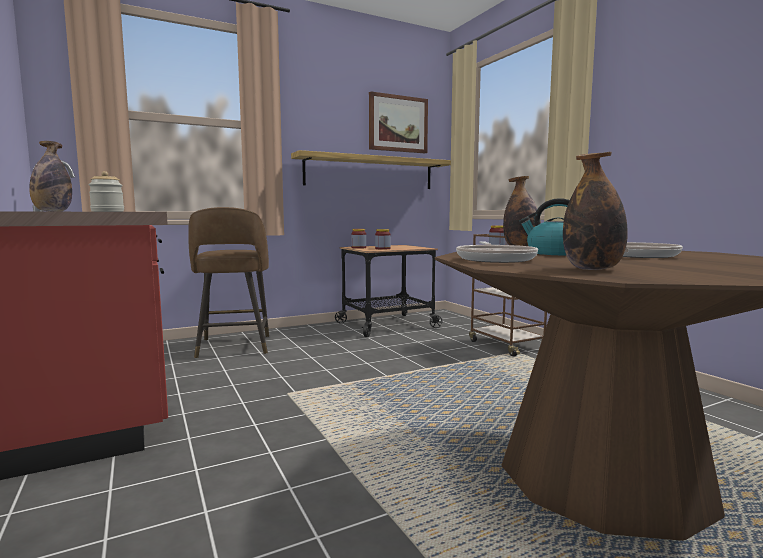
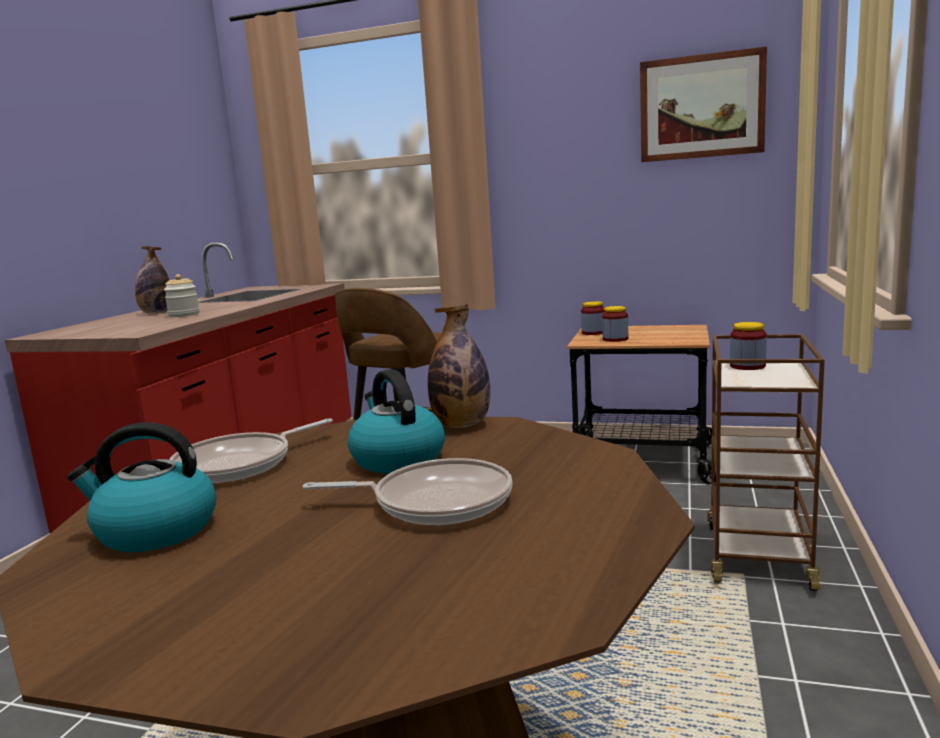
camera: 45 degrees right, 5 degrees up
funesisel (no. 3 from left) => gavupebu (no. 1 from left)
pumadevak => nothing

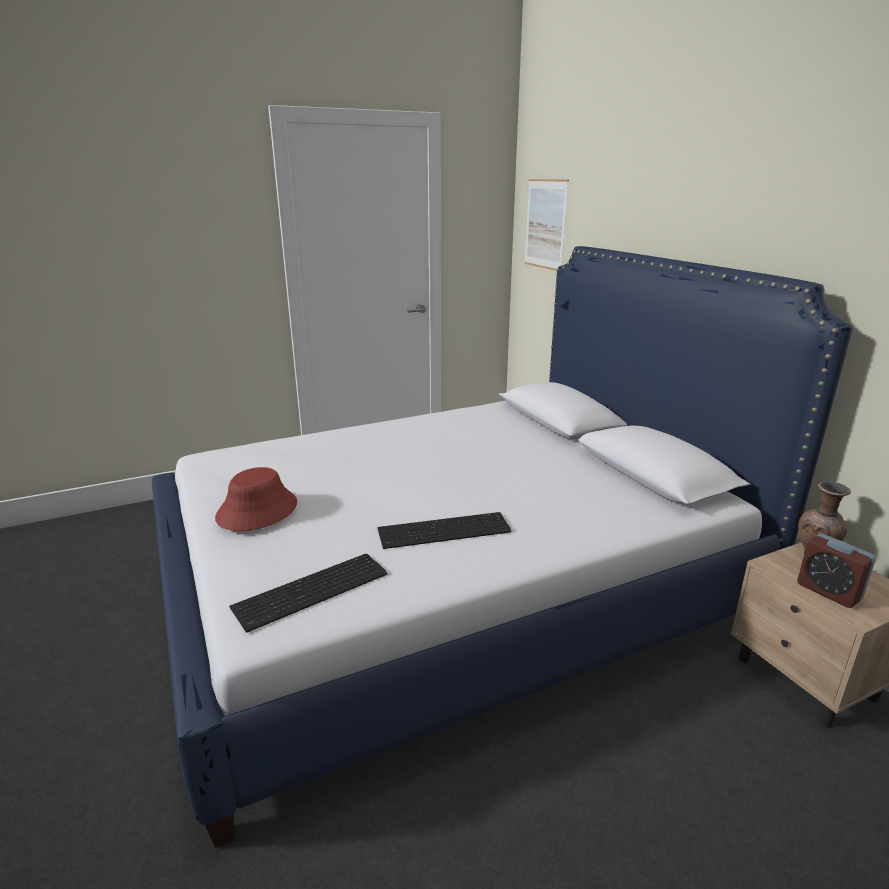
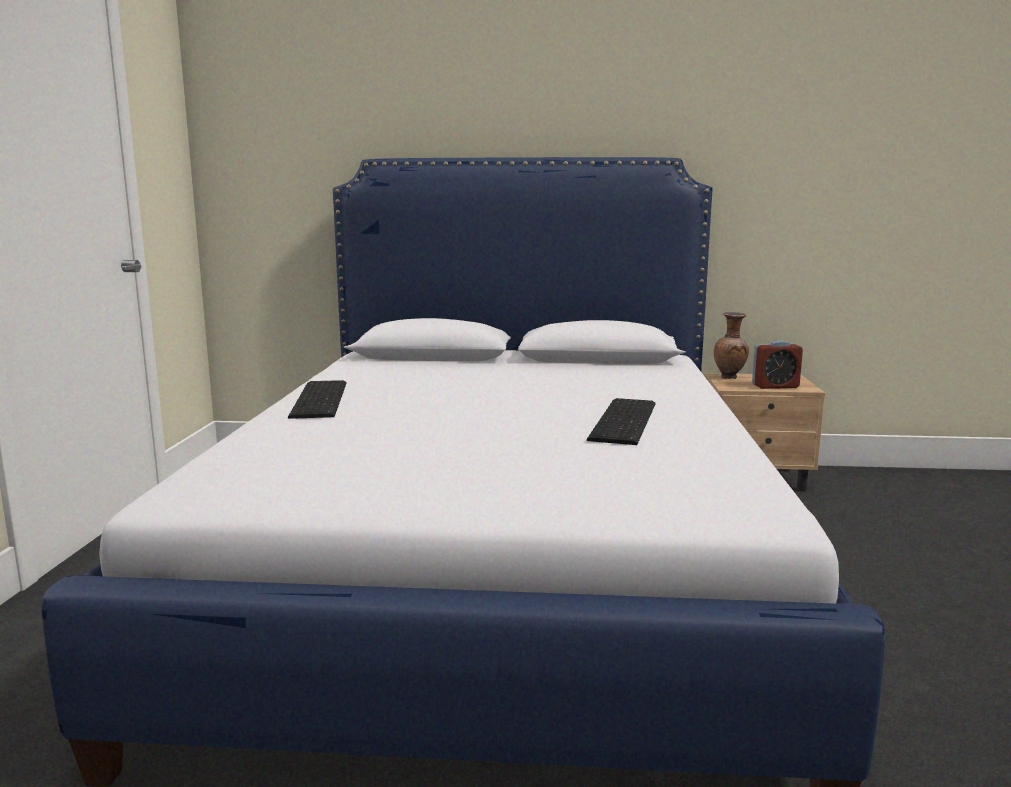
camera: 60 degrees left, 10 degrees down
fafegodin (no. 1 from left), relocated
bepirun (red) => nothing
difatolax => nothing

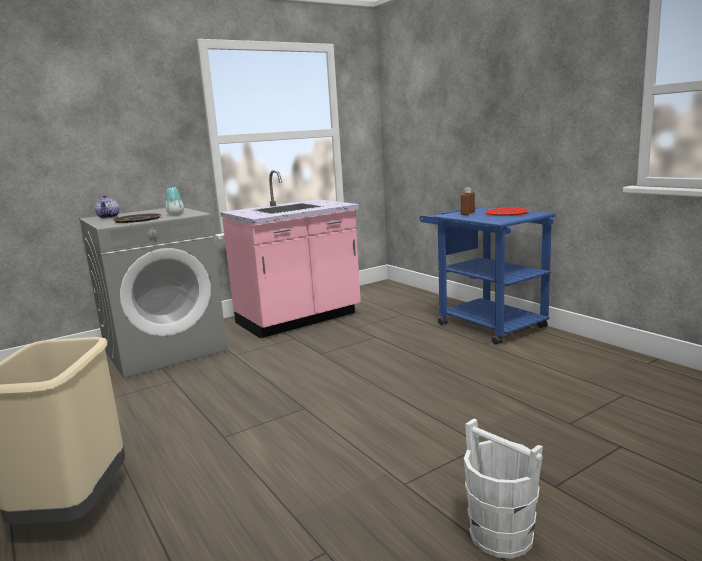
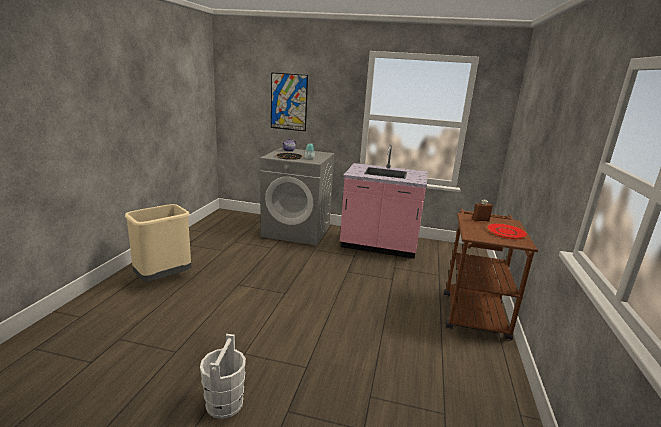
camera: 45 degrees right, 5 degrees up
nothing => difatolax
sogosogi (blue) => sogosogi (brown)

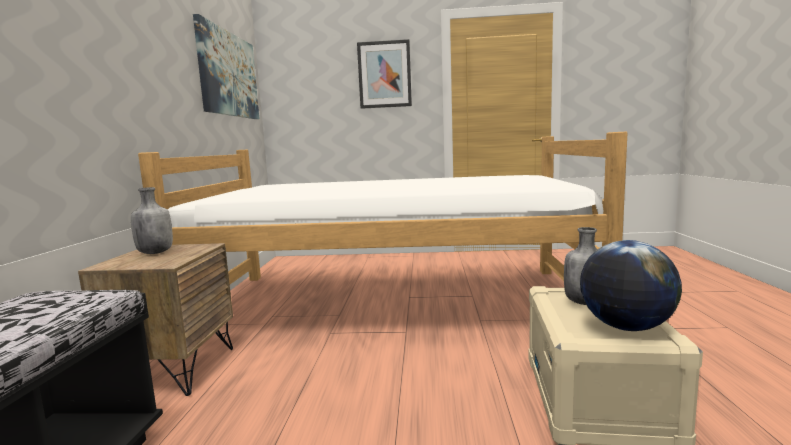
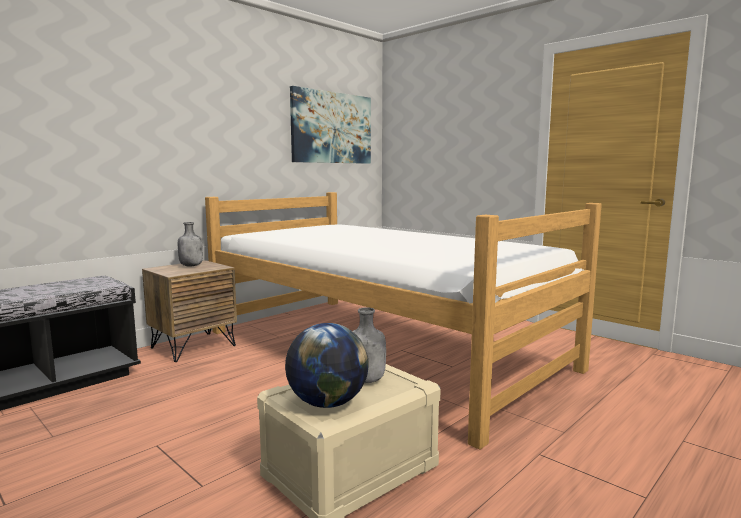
camera: 40 degrees right, 0 degrees up
difatolax (no. 2 from left) => nothing

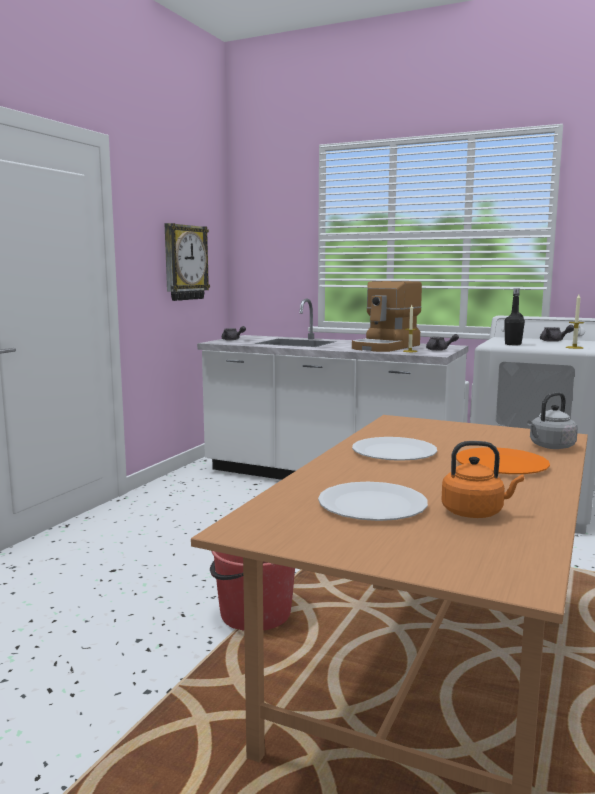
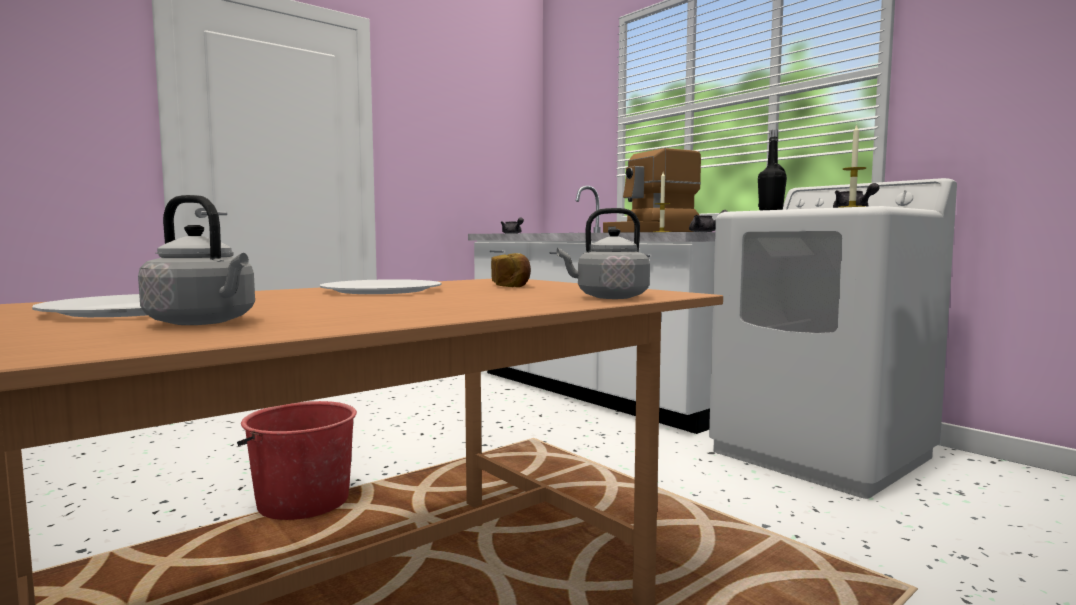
camera: 25 degrees right, 5 degrees down
gavupebu (orange) => gavupebu (grey) (no. 1 from left)
nothing => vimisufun
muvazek => nothing
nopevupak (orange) => nothing

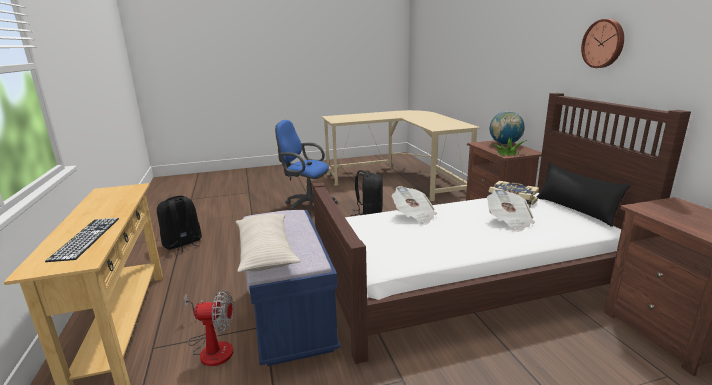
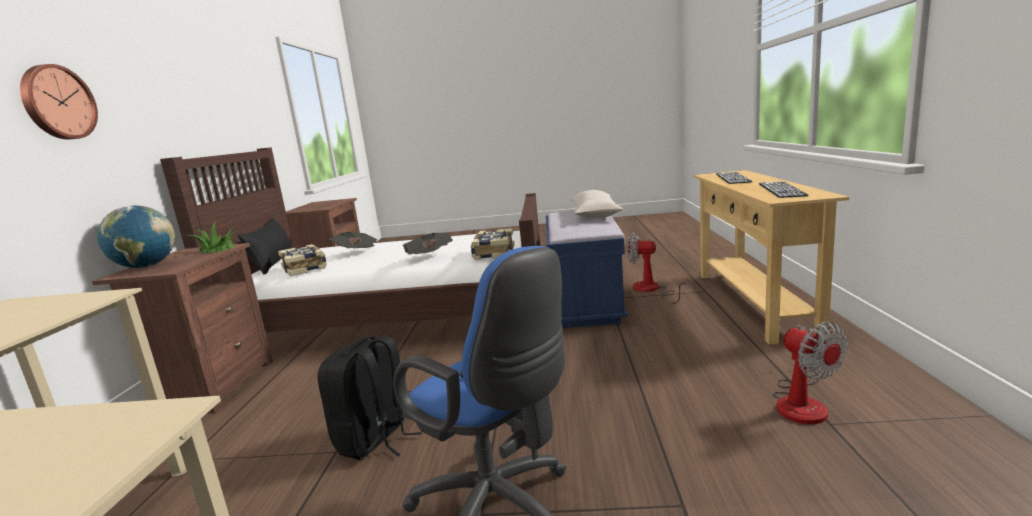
camera: 160 degrees left, 5 degrees down
muvazek, relocated
nothing => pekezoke (no. 2 from left)
nothing => fafegodin (no. 2 from left)
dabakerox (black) (no. 1 from left) => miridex (no. 2 from left)

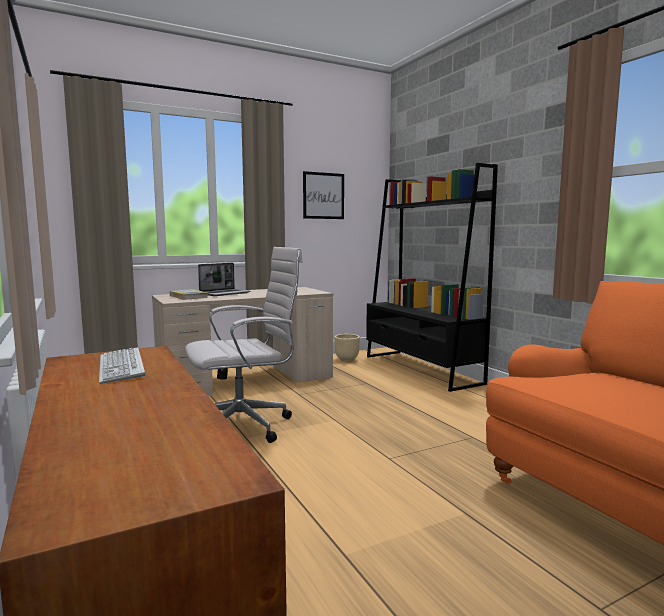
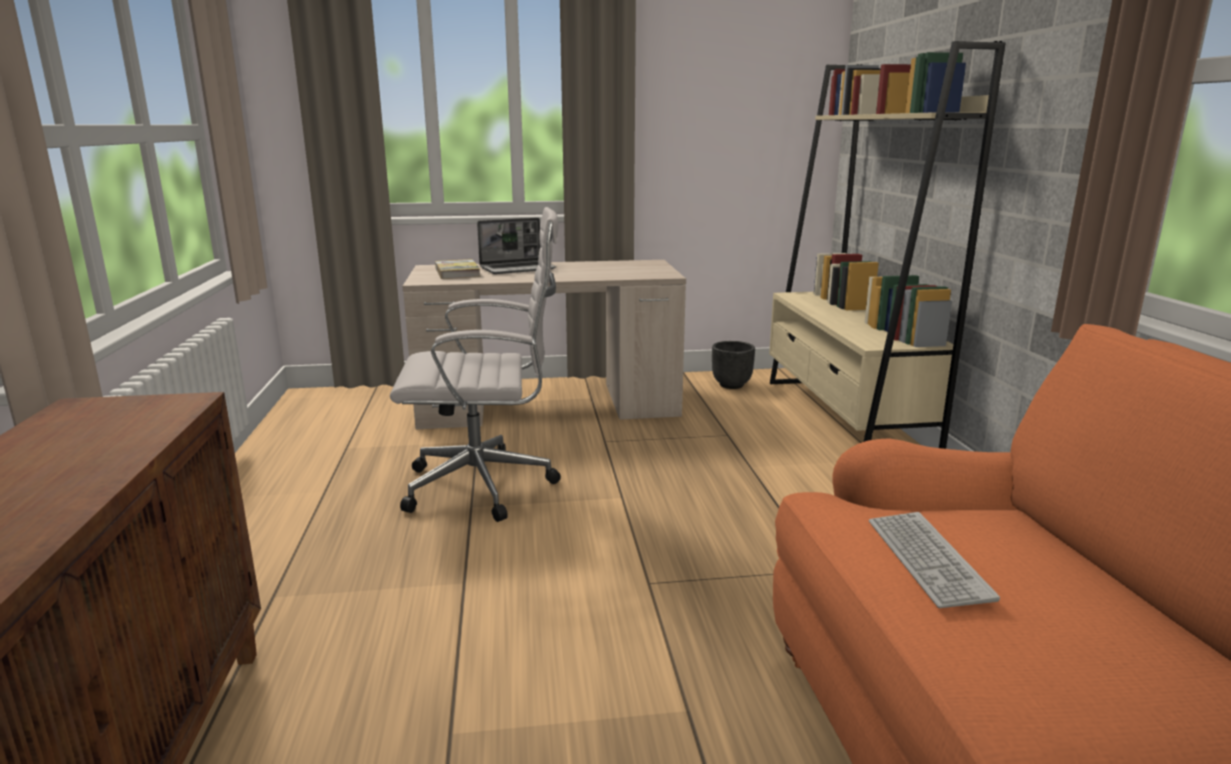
camera: 20 degrees right, 10 degrees up
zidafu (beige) => zidafu (black)
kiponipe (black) => kiponipe (beige)
fafegodin, relocated
difatolax => nothing

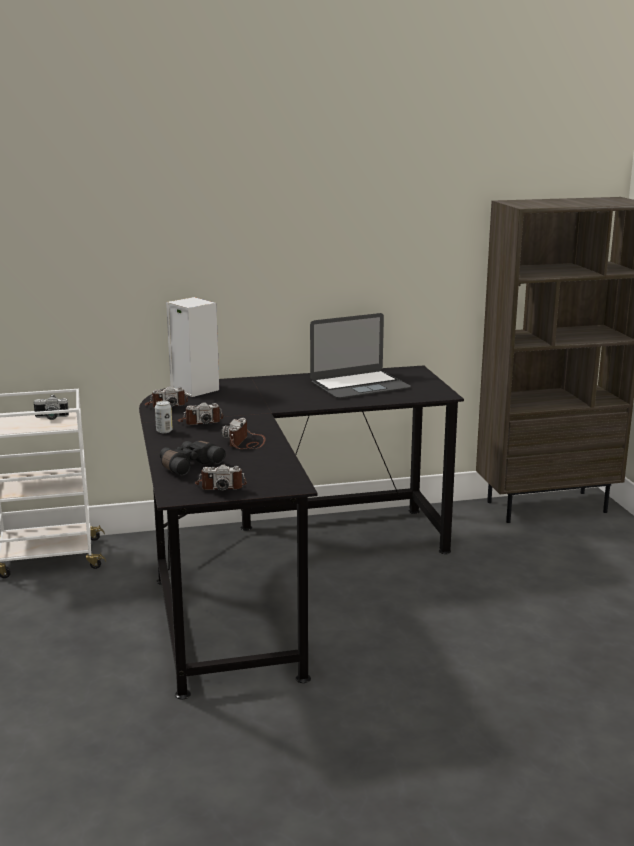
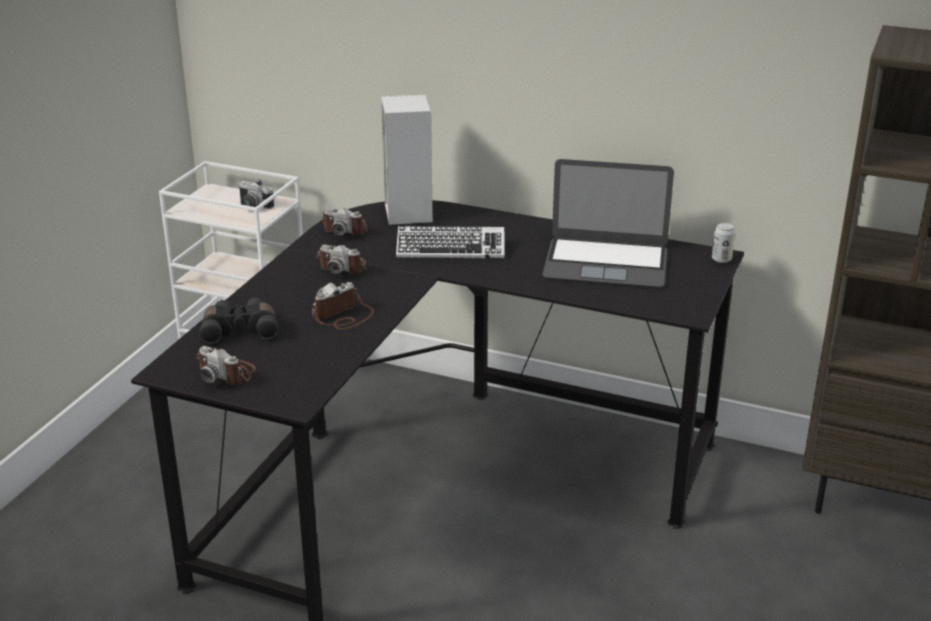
camera: 35 degrees right, 10 degrees up
nothing => fafegodin
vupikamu, relocated

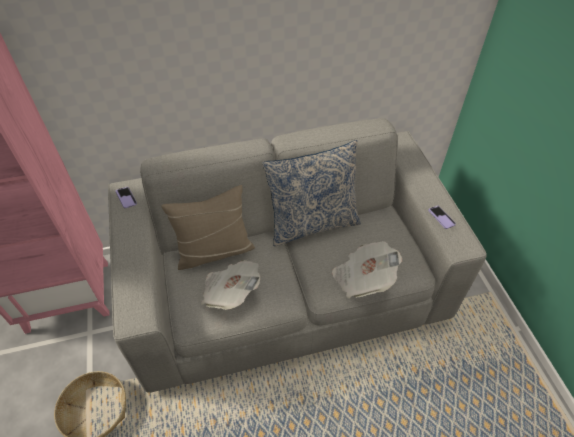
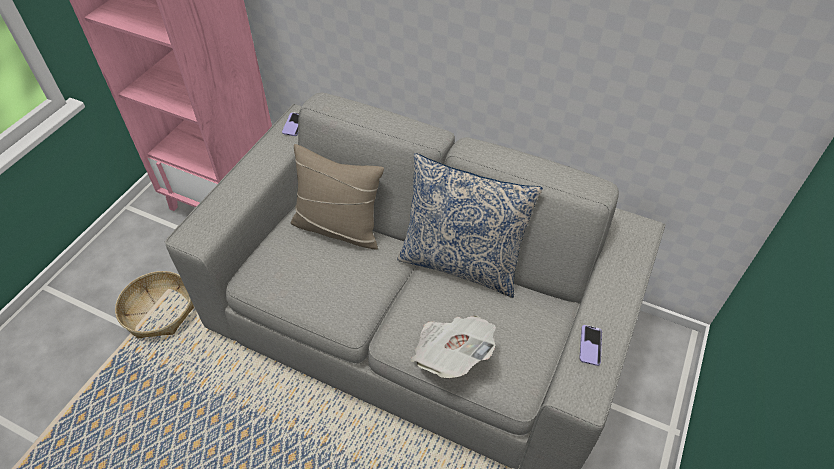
camera: 40 degrees right, 0 degrees up
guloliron (no. 1 from left) => nothing

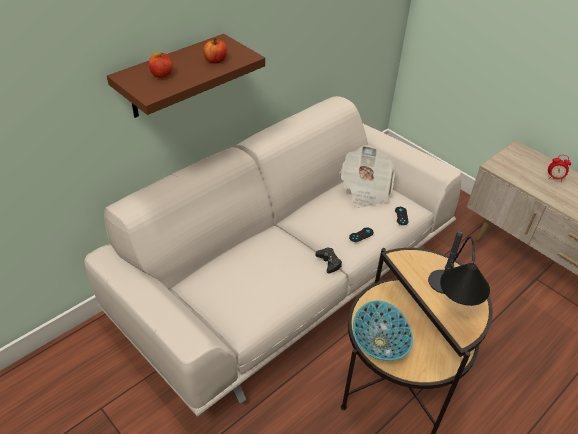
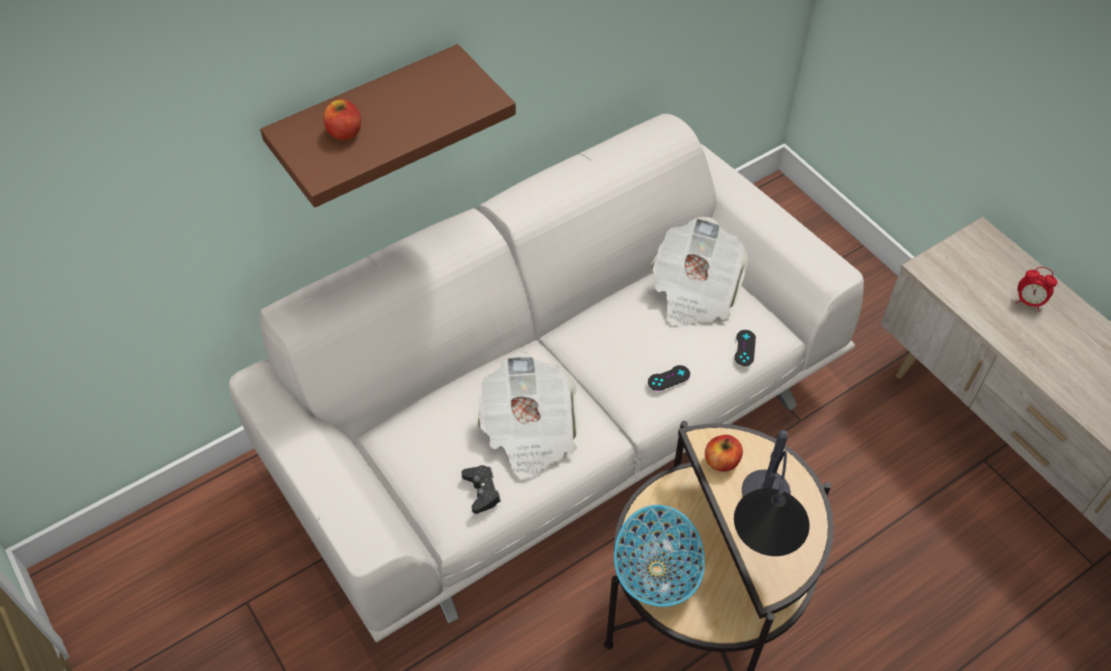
camera: 10 degrees right, 10 degrees up
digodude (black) (no. 1 from left), relocated
nothing => guloliron (no. 1 from left)
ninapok (no. 2 from left), relocated

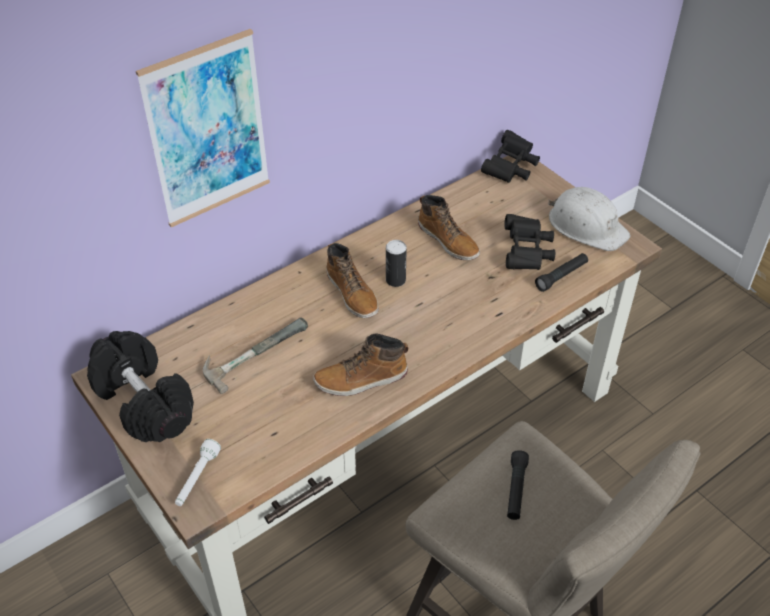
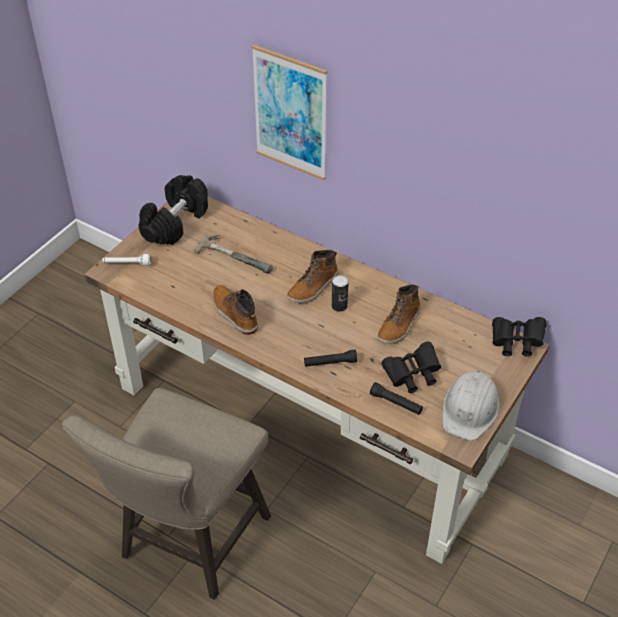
camera: 70 degrees right, 0 degrees up
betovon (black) (no. 1 from left), relocated

